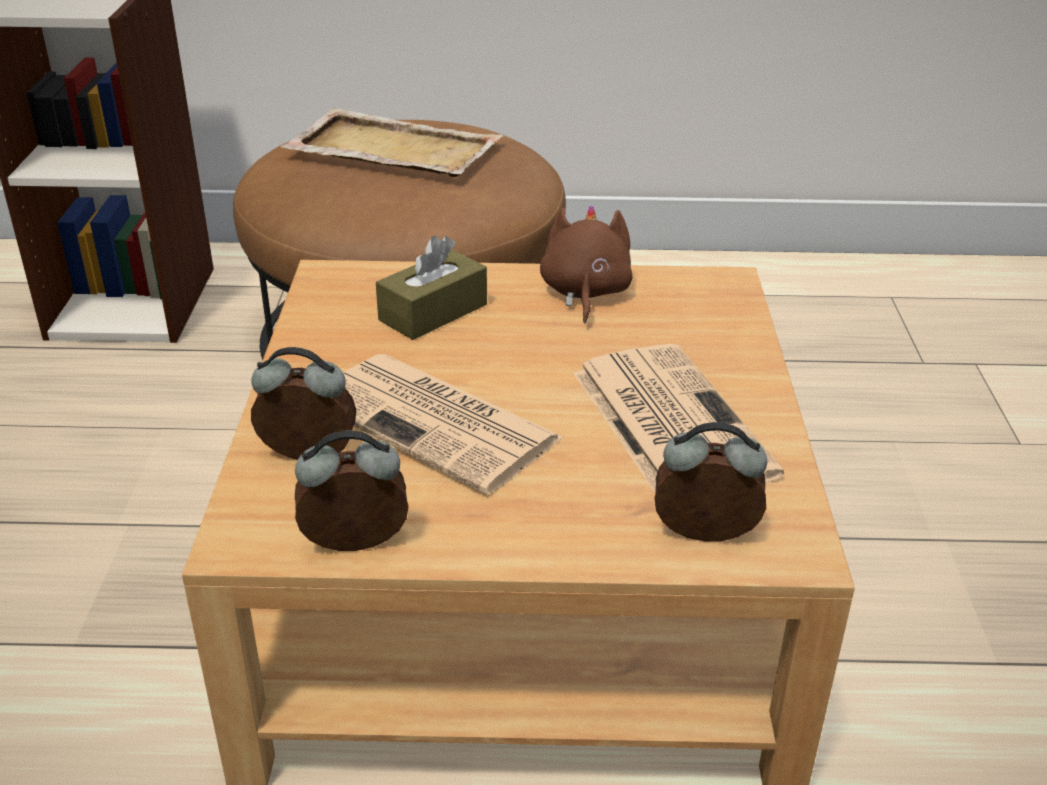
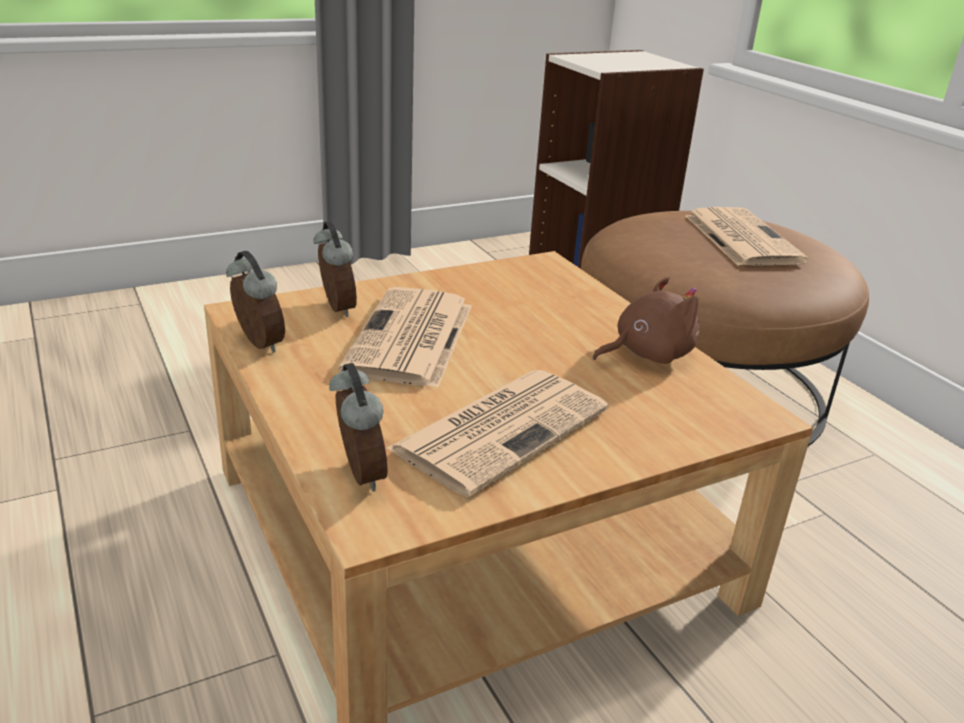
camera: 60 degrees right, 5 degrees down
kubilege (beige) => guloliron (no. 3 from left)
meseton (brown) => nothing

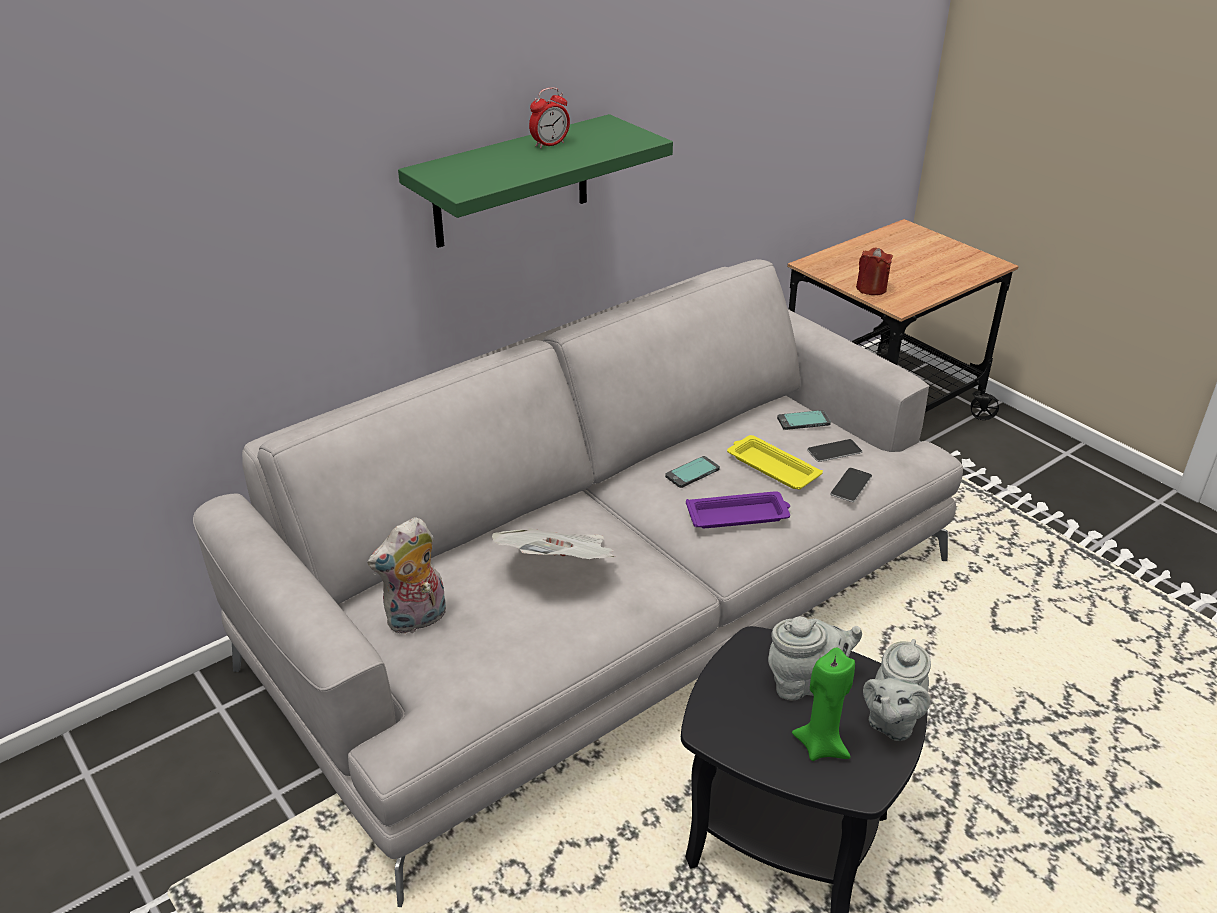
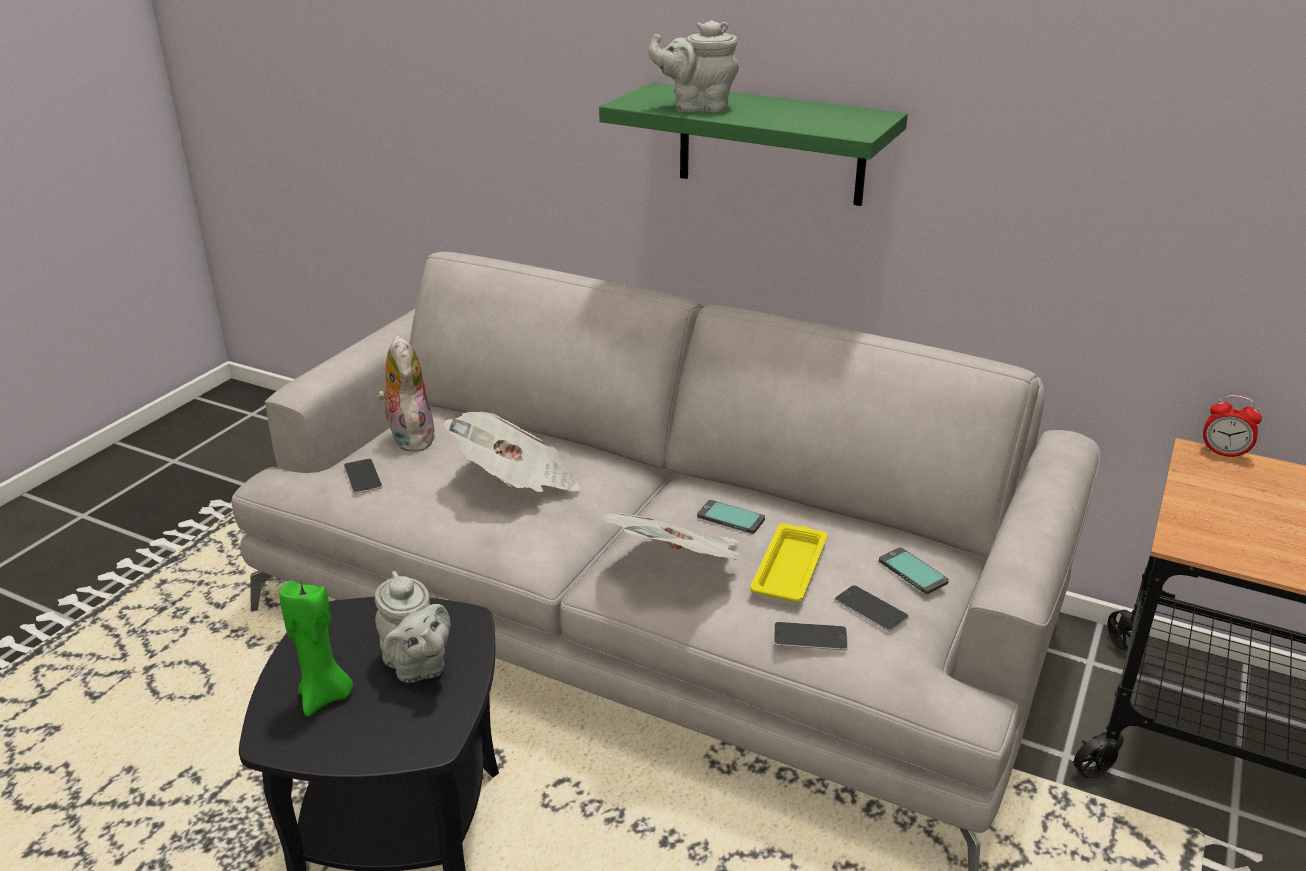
camera: 65 degrees right, 5 degrees down
nothing => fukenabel (no. 1 from left)
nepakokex, 45 degrees clockwise
kubilege (purple) => guloliron (no. 2 from left)
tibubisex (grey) (no. 2 from left), relocated
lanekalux, relocated
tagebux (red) => nothing

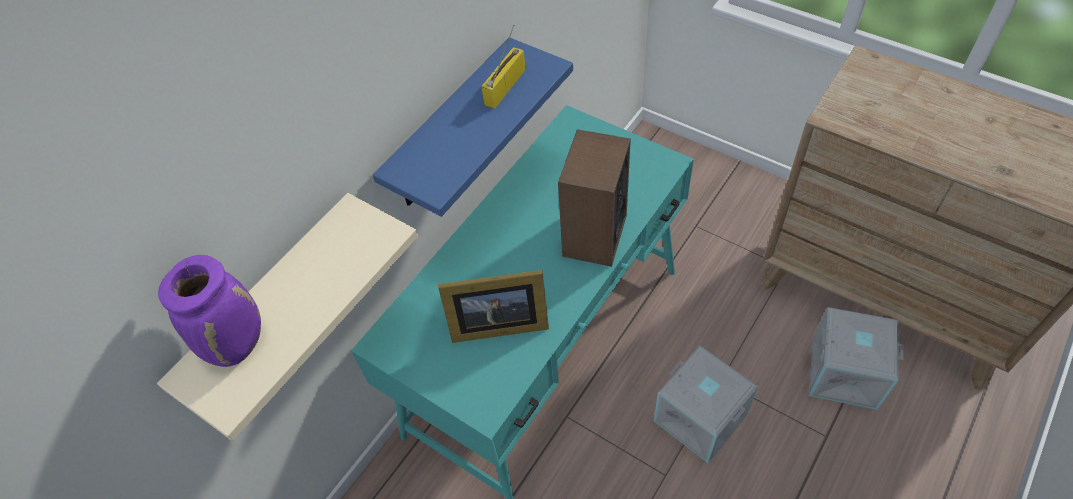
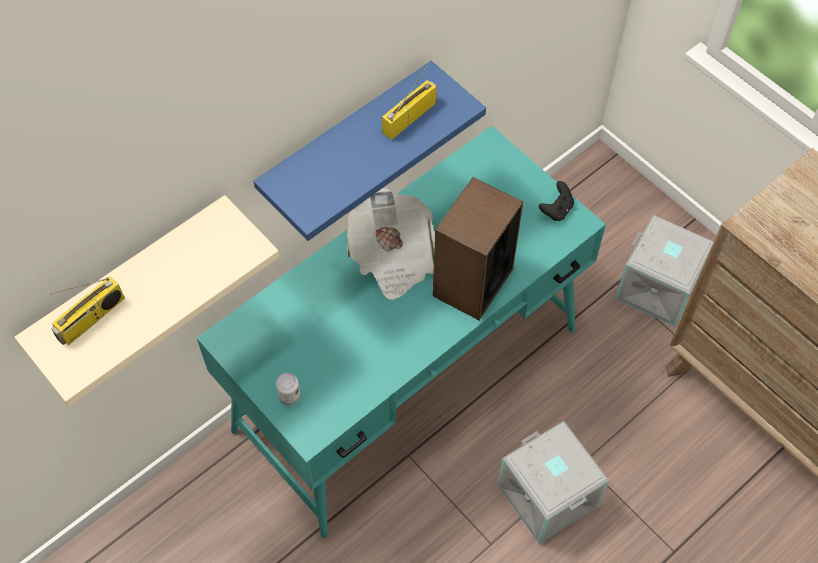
camera: 10 degrees right, 5 degrees up
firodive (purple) => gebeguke (no. 1 from left)
nothing => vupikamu
nothing => guloliron
nothing => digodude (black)
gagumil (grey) (no. 2 from left), relocated
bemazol => nothing

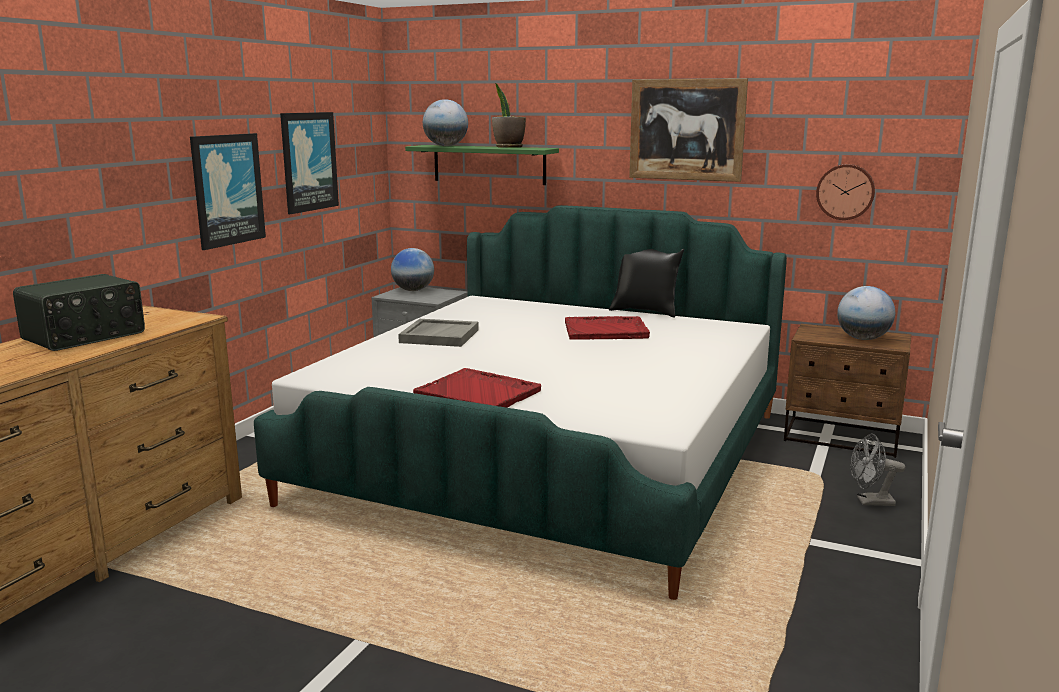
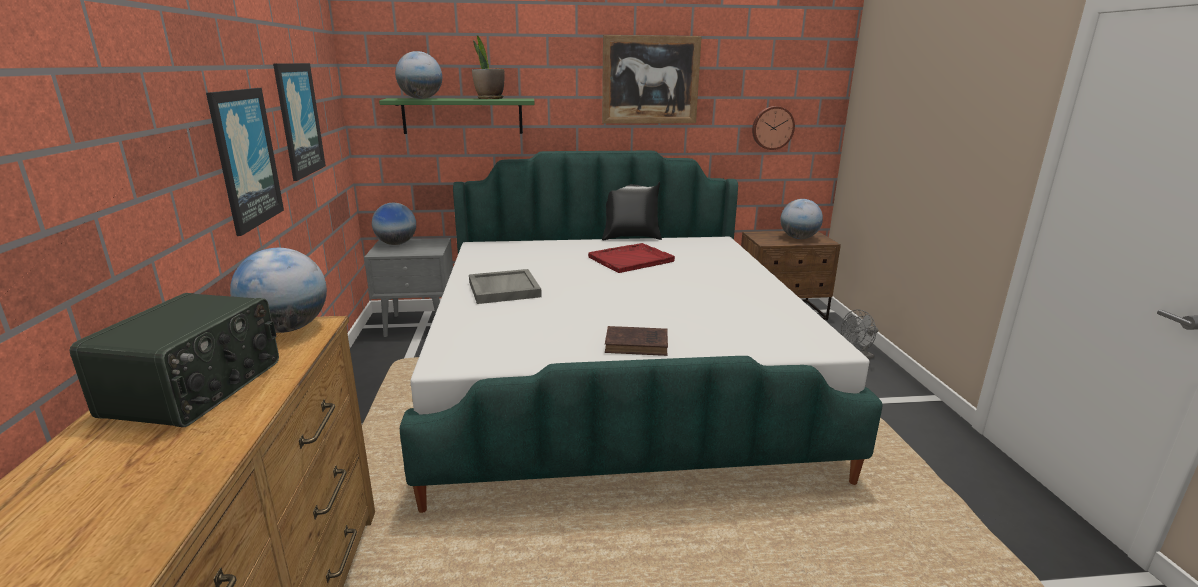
camera: 30 degrees left, 5 degrees up
nothing => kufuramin (no. 1 from left)
kubilege (red) (no. 1 from left) => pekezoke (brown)

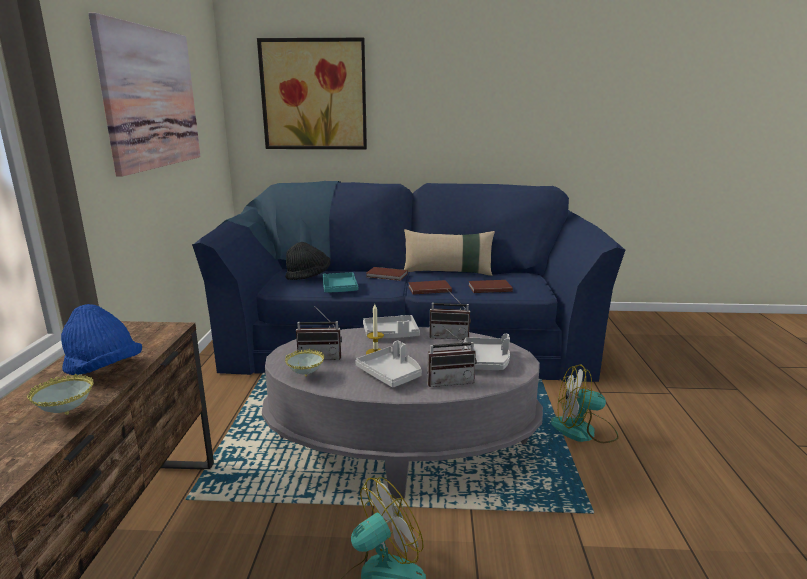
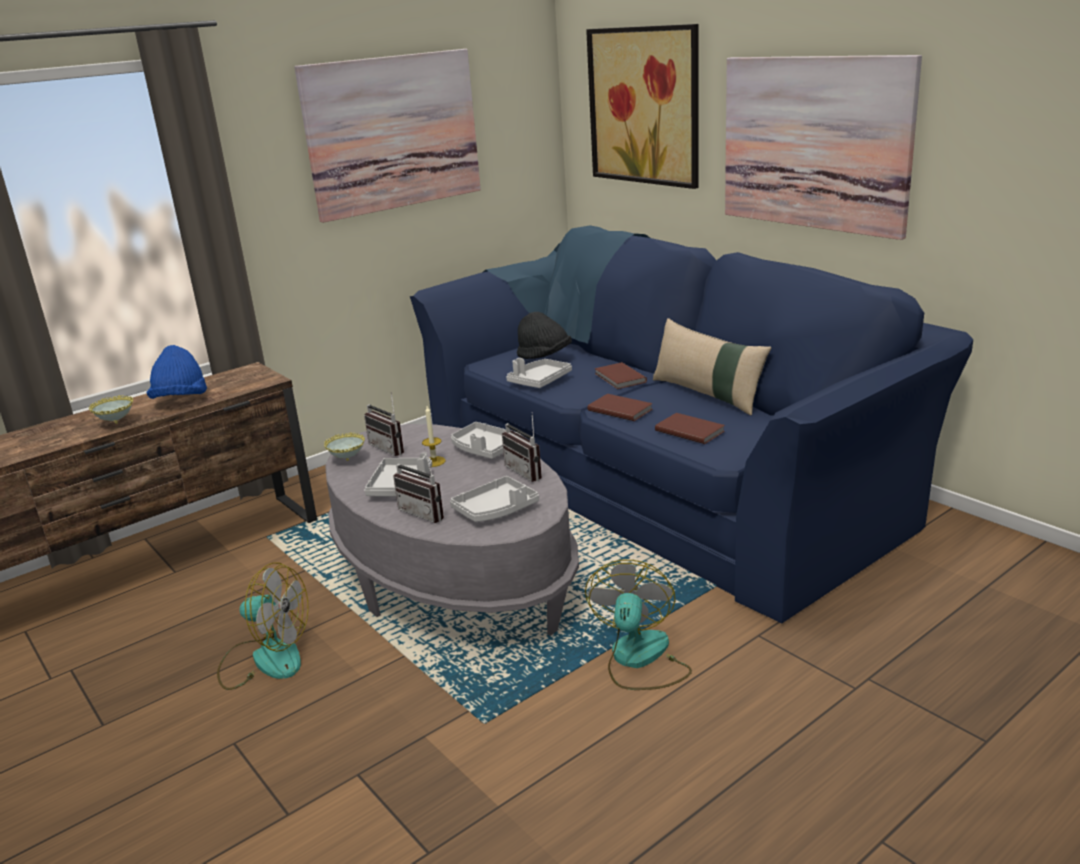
camera: 50 degrees right, 5 degrees up
kubilege (turquoise) => kubilege (grey) (no. 4 from left)
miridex (no. 2 from left), 45 degrees clockwise
nothing => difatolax (no. 3 from left)

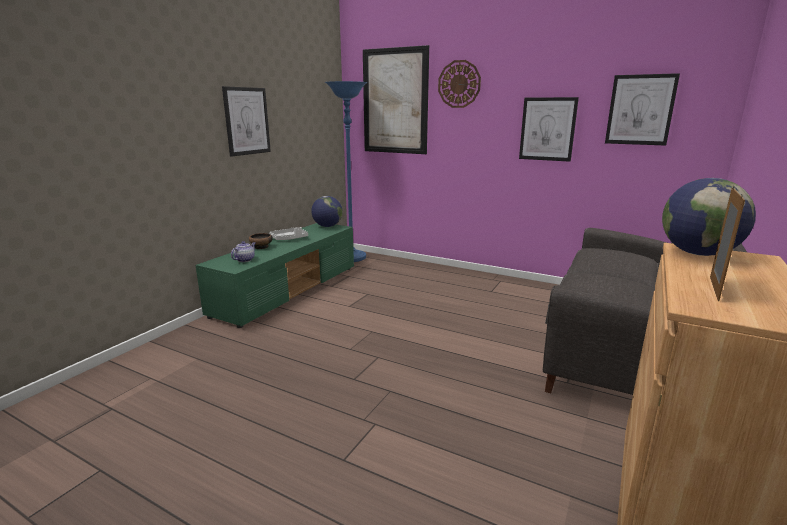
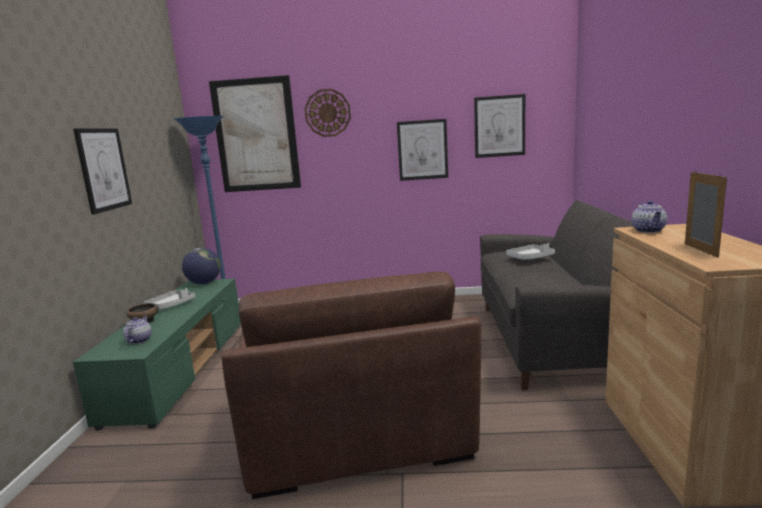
camera: 25 degrees left, 5 degrees down
nothing => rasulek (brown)
nothing => kubilege (grey) (no. 2 from left)
kufuramin (no. 2 from left) => tibubisex (no. 2 from left)

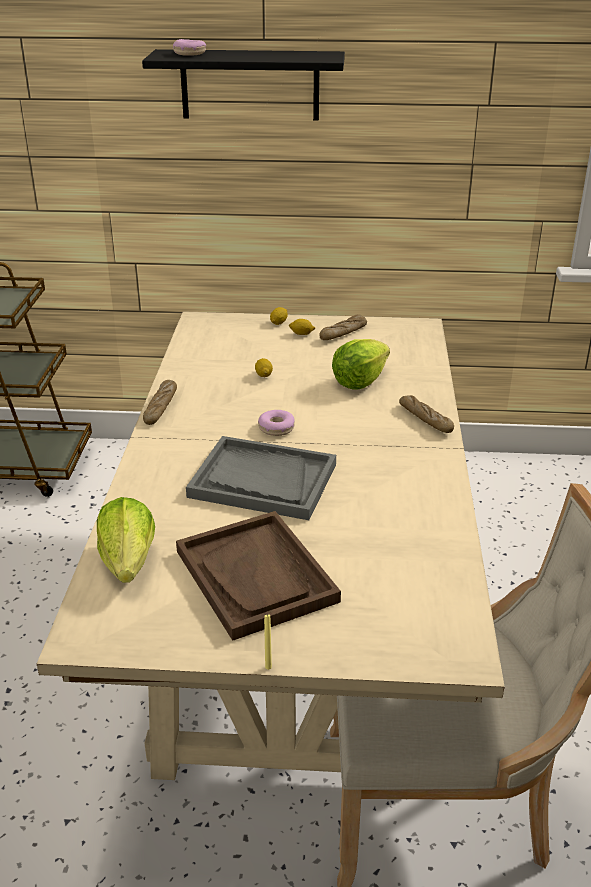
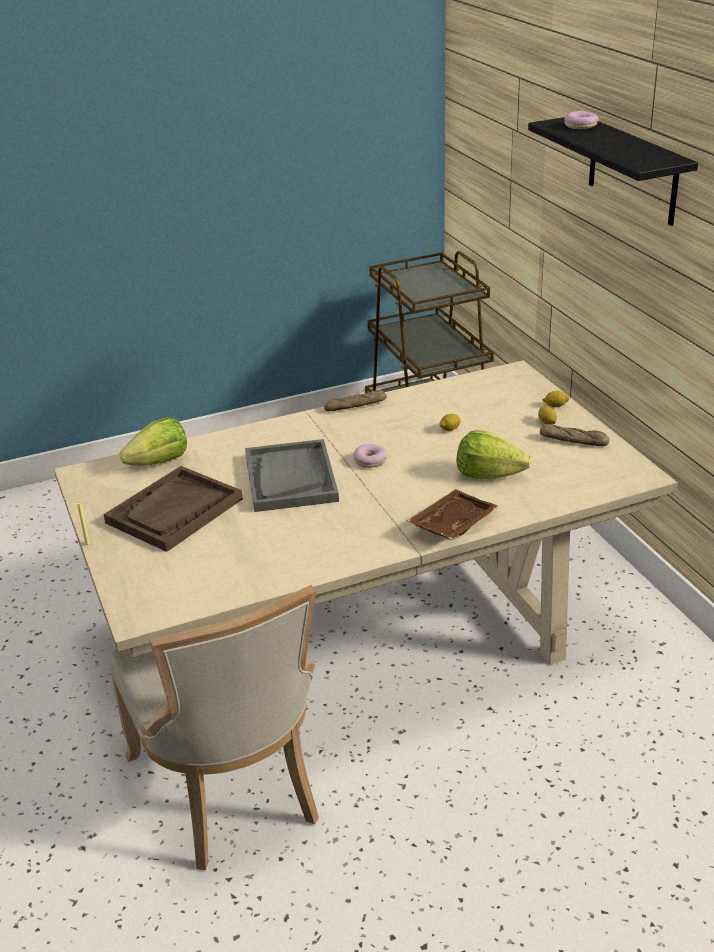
camera: 65 degrees right, 0 degrees up
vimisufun (no. 3 from left) => kubilege (brown) (no. 2 from left)

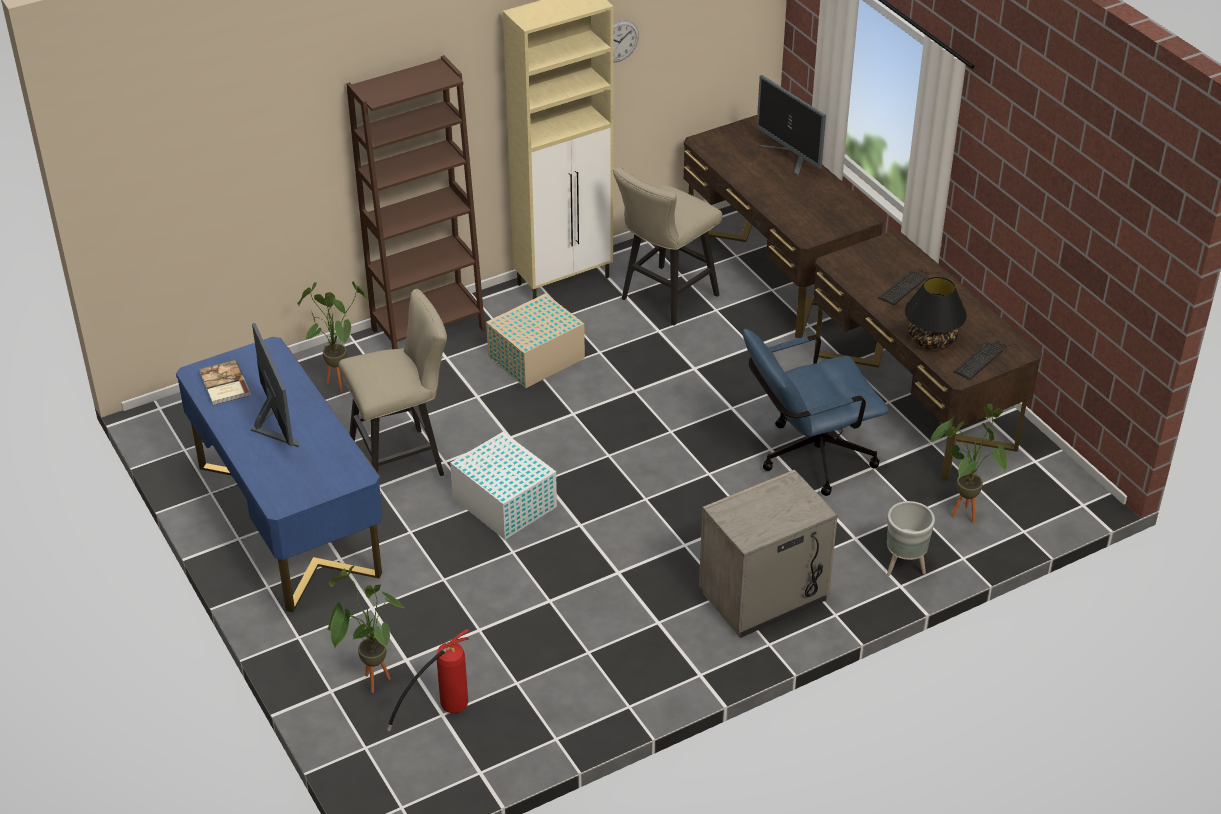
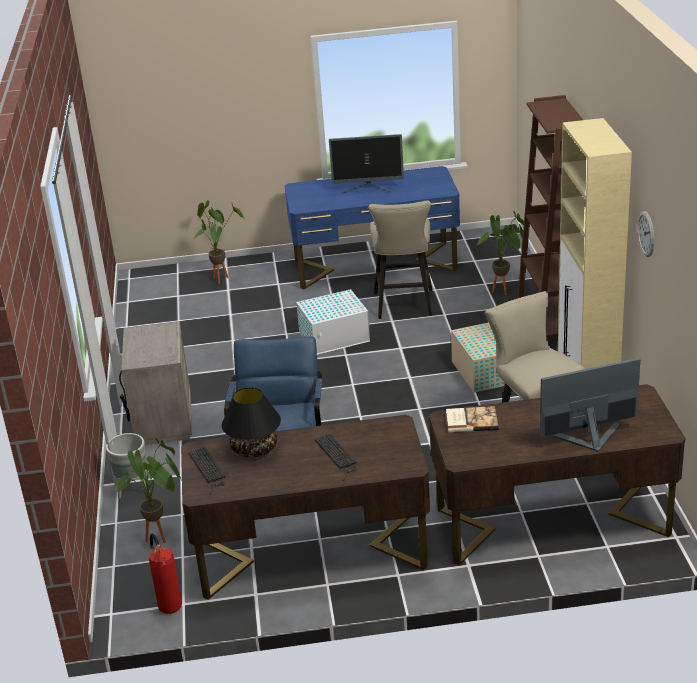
camera: 115 degrees right, 10 degrees down
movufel, relocated
pekezoke, relocated

